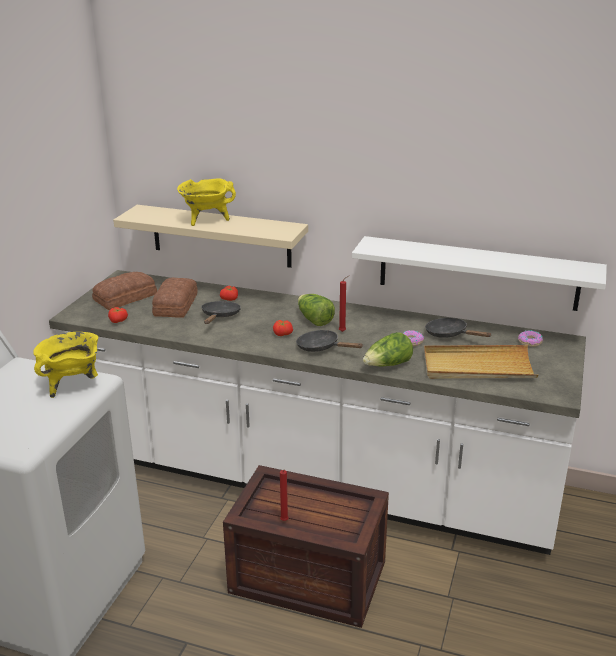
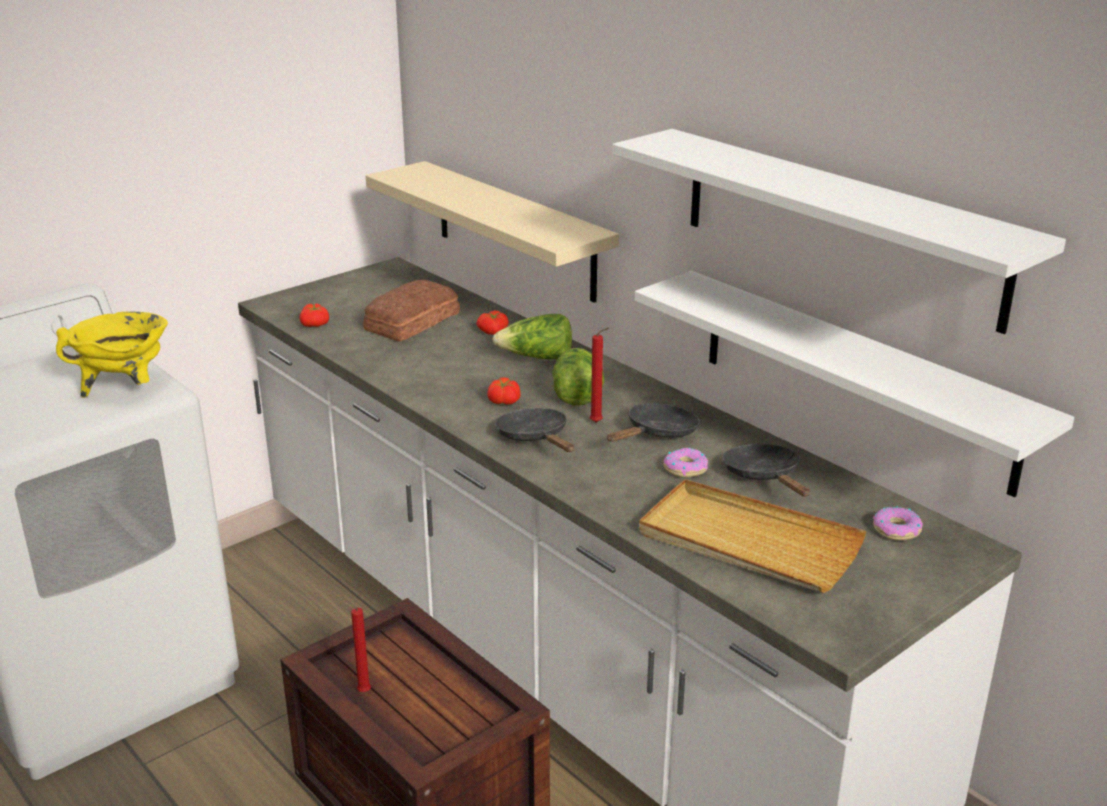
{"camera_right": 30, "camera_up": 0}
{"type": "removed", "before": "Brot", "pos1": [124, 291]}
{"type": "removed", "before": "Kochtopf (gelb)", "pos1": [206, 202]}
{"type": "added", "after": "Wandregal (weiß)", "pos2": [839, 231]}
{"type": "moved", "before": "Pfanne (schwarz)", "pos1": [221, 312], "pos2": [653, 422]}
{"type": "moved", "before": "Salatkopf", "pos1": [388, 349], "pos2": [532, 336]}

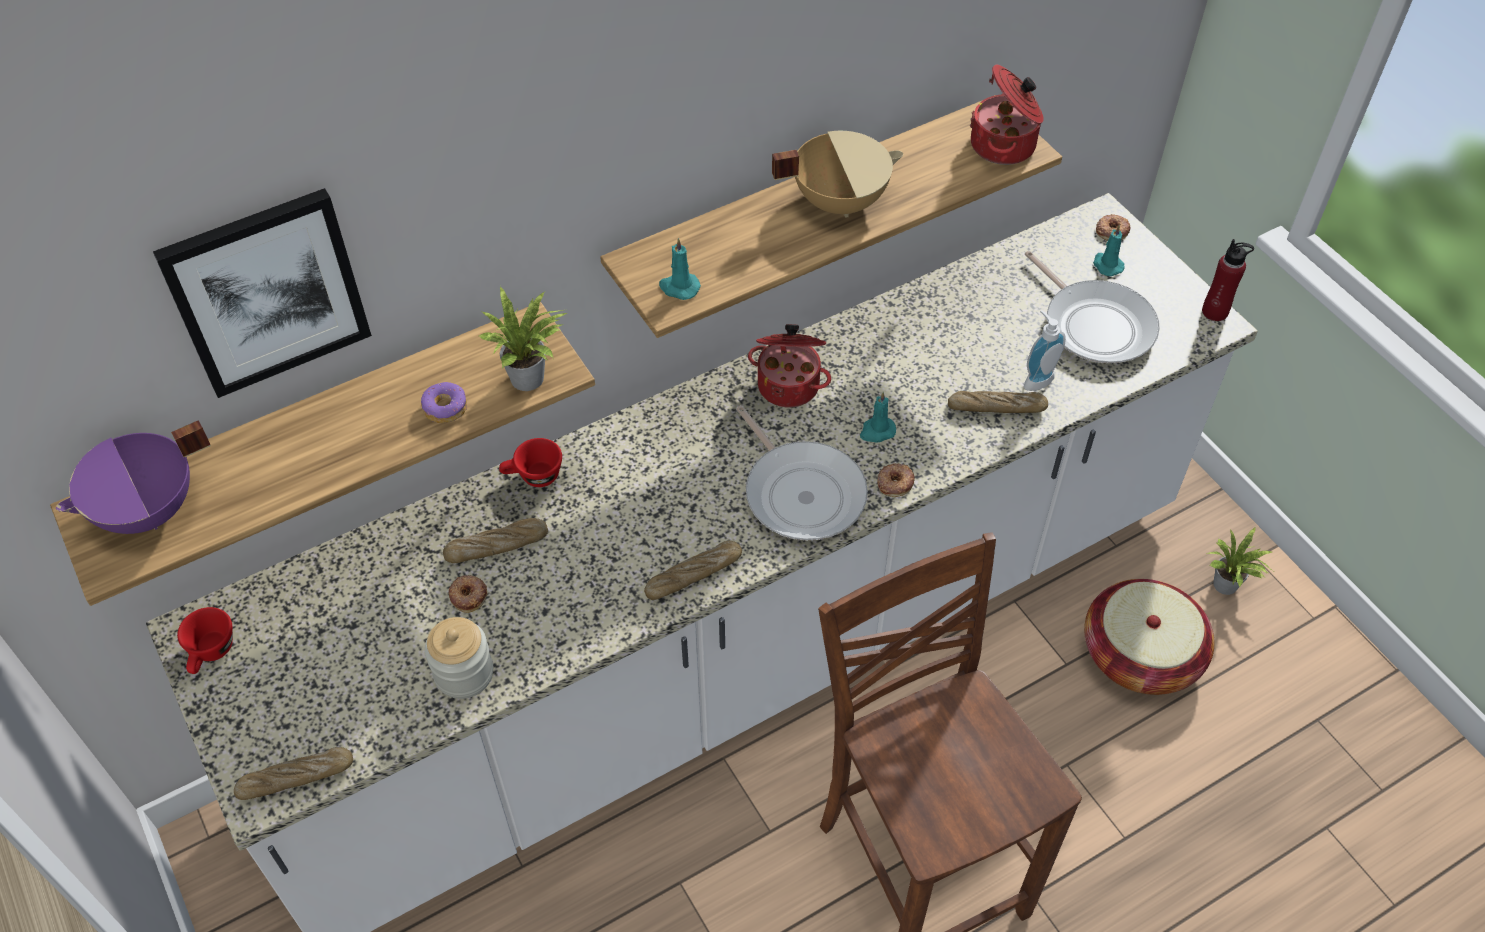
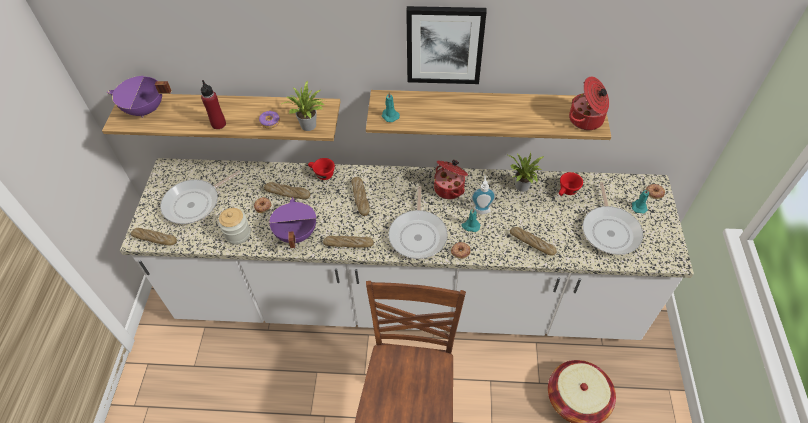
{"camera_right": 35, "camera_up": 0}
{"type": "removed", "before": "Kochtopf (beige)", "pos1": [837, 174]}
{"type": "added", "after": "Pfanne", "pos2": [200, 197]}
{"type": "added", "after": "Kochtopf (lila)", "pos2": [292, 222]}
{"type": "added", "after": "Brot", "pos2": [361, 196]}
{"type": "moved", "before": "Bild", "pos1": [262, 293], "pos2": [446, 45]}
{"type": "moved", "before": "Tasse (rot)", "pos1": [205, 640], "pos2": [571, 184]}
{"type": "moved", "before": "Seifenspender", "pos1": [1045, 350], "pos2": [483, 194]}
{"type": "moved", "before": "Flasche (rot)", "pos1": [1228, 280], "pos2": [213, 104]}
{"type": "moved", "before": "Topfpflanze", "pos1": [1240, 561], "pos2": [526, 172]}

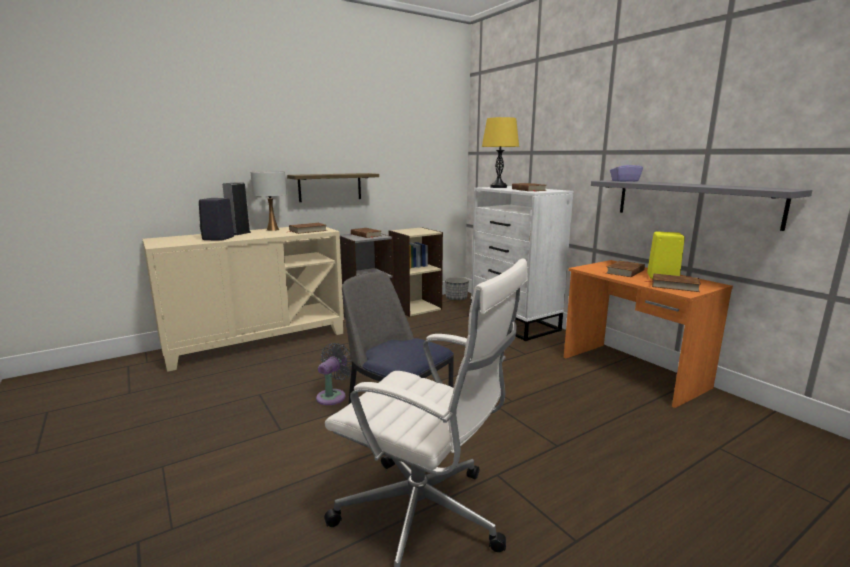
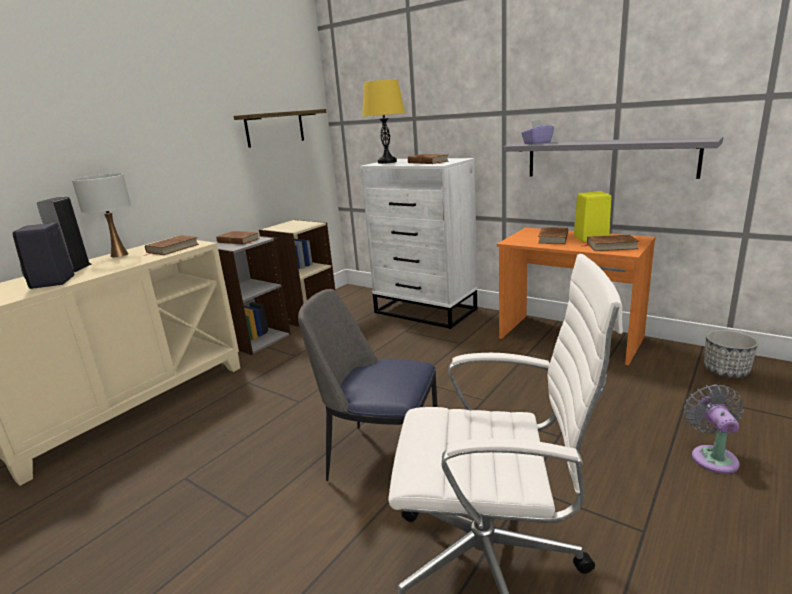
{"camera_right": -20, "camera_up": 5}
{"type": "moved", "before": "Wandregal", "pos1": [333, 187], "pos2": [280, 128]}
{"type": "moved", "before": "Ventilator (grau)", "pos1": [334, 374], "pos2": [714, 429]}
{"type": "moved", "before": "Pflanzkübel", "pos1": [457, 289], "pos2": [731, 354]}

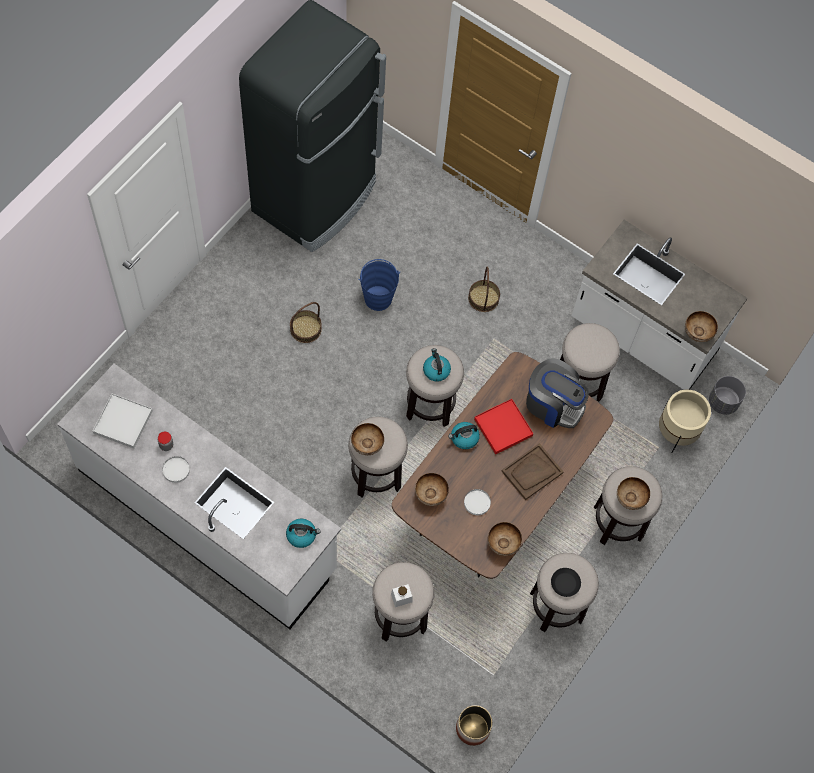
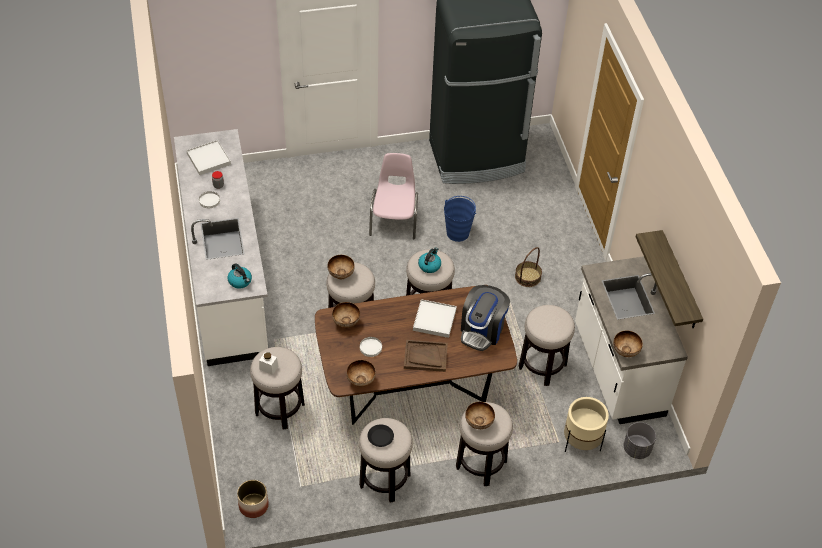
{"camera_right": 45, "camera_up": -15}
{"type": "removed", "before": "Wasserkessel", "pos1": [464, 435]}
{"type": "added", "after": "Wandregal", "pos2": [669, 279]}
{"type": "replaced", "before": "Korb", "after": "Stuhl (rosa)", "pos1": [306, 322], "pos2": [393, 196]}
{"type": "recoloured", "before": "Tablett (rot)", "after": "Tablett (weiß)", "pos1": [504, 426], "pos2": [435, 318]}
{"type": "turned", "before": "Kaffeemaschine", "pos1": [557, 393], "pos2": [485, 318], "turn": 45}

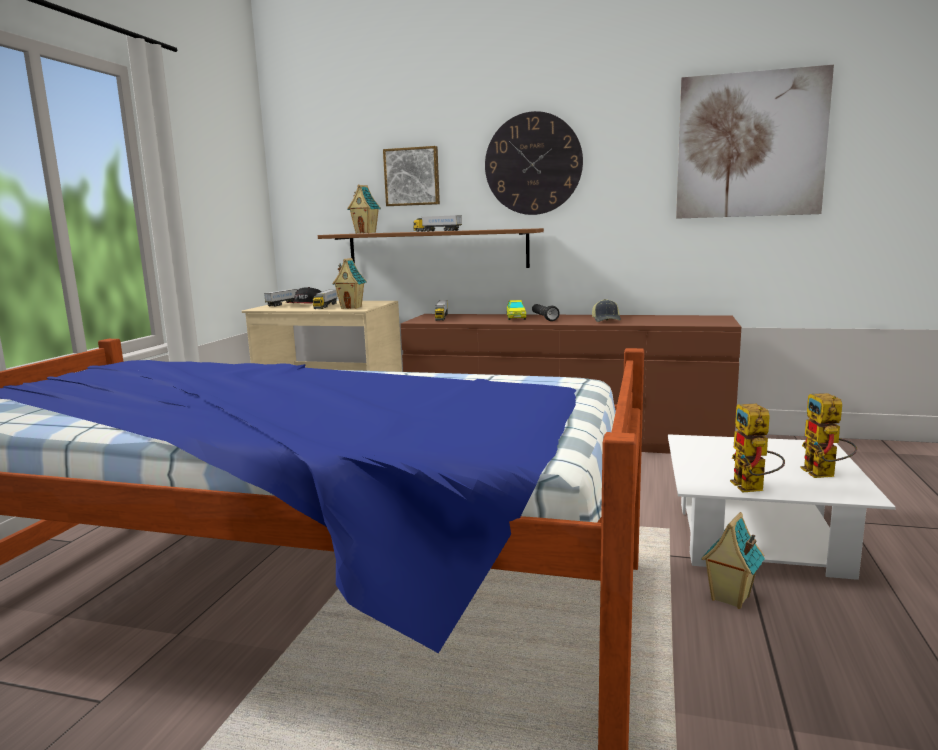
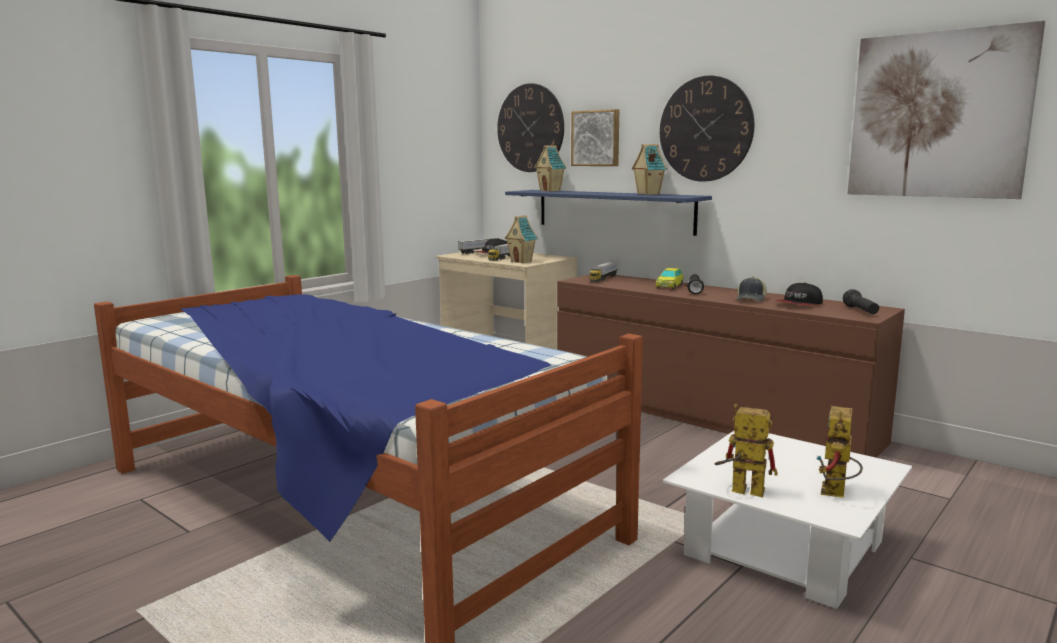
{"camera_right": 25, "camera_up": 0}
{"type": "removed", "before": "Spielzeuglaster", "pos1": [437, 223]}
{"type": "added", "after": "Wanduhr", "pos2": [530, 127]}
{"type": "added", "after": "Kappe", "pos2": [799, 294]}
{"type": "added", "after": "Taschenlampe (schwarz)", "pos2": [861, 301]}
{"type": "moved", "before": "Spielzeughaus", "pos1": [733, 560], "pos2": [649, 169]}
{"type": "recoloured", "before": "Wandregal (braun)", "after": "Wandregal (blau)", "pos1": [431, 248], "pos2": [608, 213]}
{"type": "turned", "before": "Spielzeugroboter", "pos1": [757, 448], "pos2": [746, 450], "turn": 90}

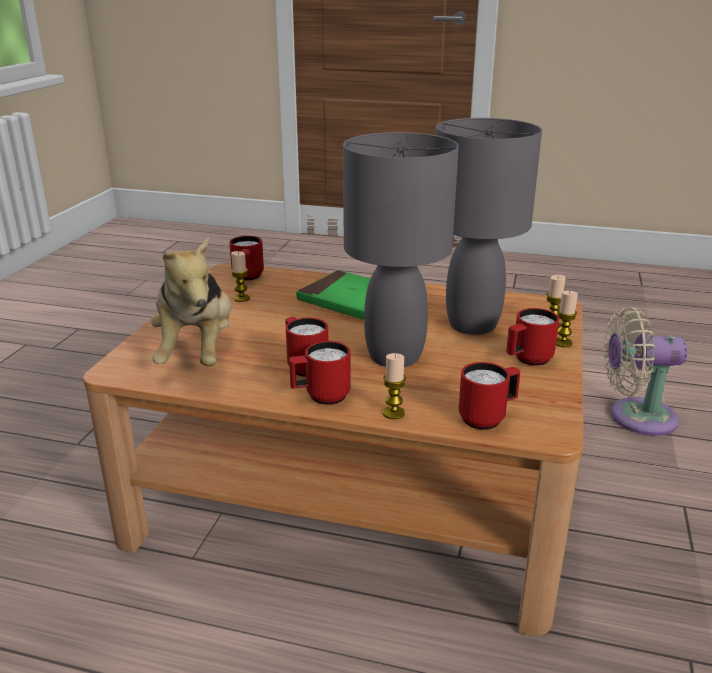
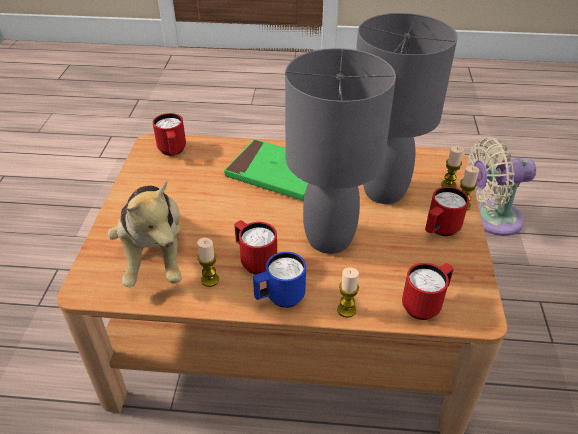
{"camera_right": -10, "camera_up": 15}
{"type": "moved", "before": "Kerze", "pos1": [240, 276], "pos2": [208, 262]}
{"type": "recoloured", "before": "Henkelbecher (rot)", "after": "Henkelbecher (blau)", "pos1": [320, 373], "pos2": [279, 280]}

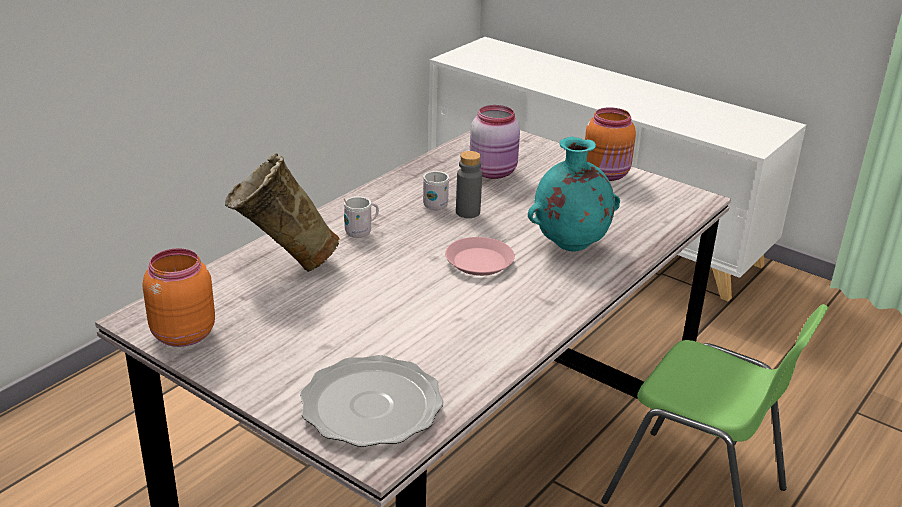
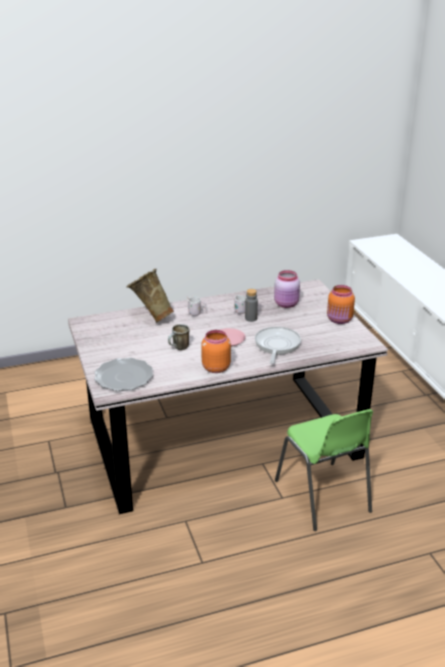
{"camera_right": 35, "camera_up": 0}
{"type": "added", "after": "Henkelbecher", "pos2": [179, 337]}
{"type": "moved", "before": "Vorratsglas (orange)", "pos1": [178, 297], "pos2": [216, 351]}
{"type": "replaced", "before": "Vase (türkis)", "after": "Pfanne", "pos1": [574, 194], "pos2": [278, 345]}

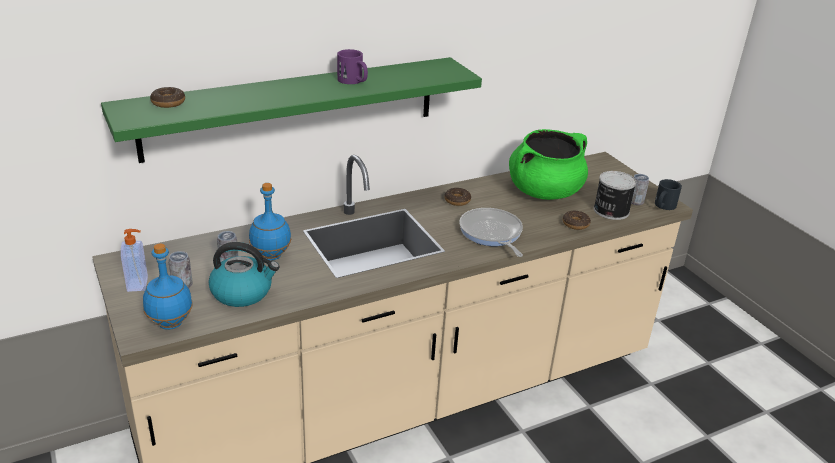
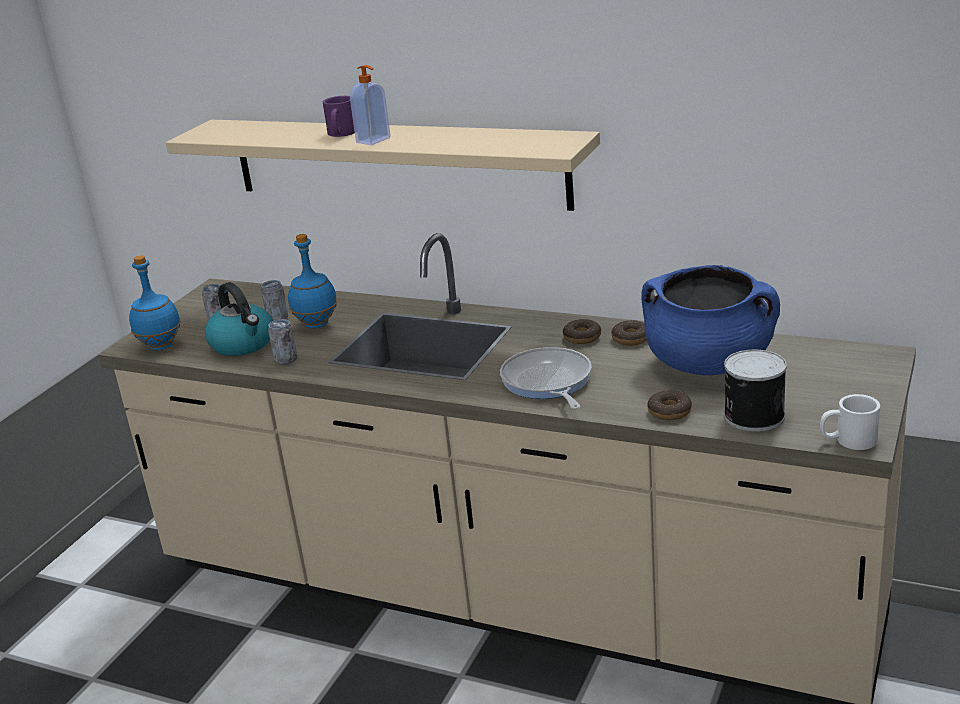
{"camera_right": 55, "camera_up": -5}
{"type": "moved", "before": "Seifenspender", "pos1": [134, 260], "pos2": [370, 105]}
{"type": "moved", "before": "Donut", "pos1": [167, 97], "pos2": [629, 333]}
{"type": "moved", "before": "Henkelbecher (lila)", "pos1": [352, 66], "pos2": [339, 116]}
{"type": "moved", "before": "Dose", "pos1": [640, 189], "pos2": [282, 342]}
{"type": "recoloured", "before": "Wandregal (grün)", "after": "Wandregal (beige)", "pos1": [291, 110], "pos2": [383, 165]}
{"type": "recoloured", "before": "Kochtopf (grün)", "after": "Kochtopf (blau)", "pos1": [548, 164], "pos2": [710, 320]}
{"type": "recoloured", "before": "Henkelbecher (schwarz)", "after": "Henkelbecher (weiß)", "pos1": [668, 194], "pos2": [850, 422]}
{"type": "turned", "before": "Pfanne", "pos1": [491, 232], "pos2": [546, 378], "turn": -45}

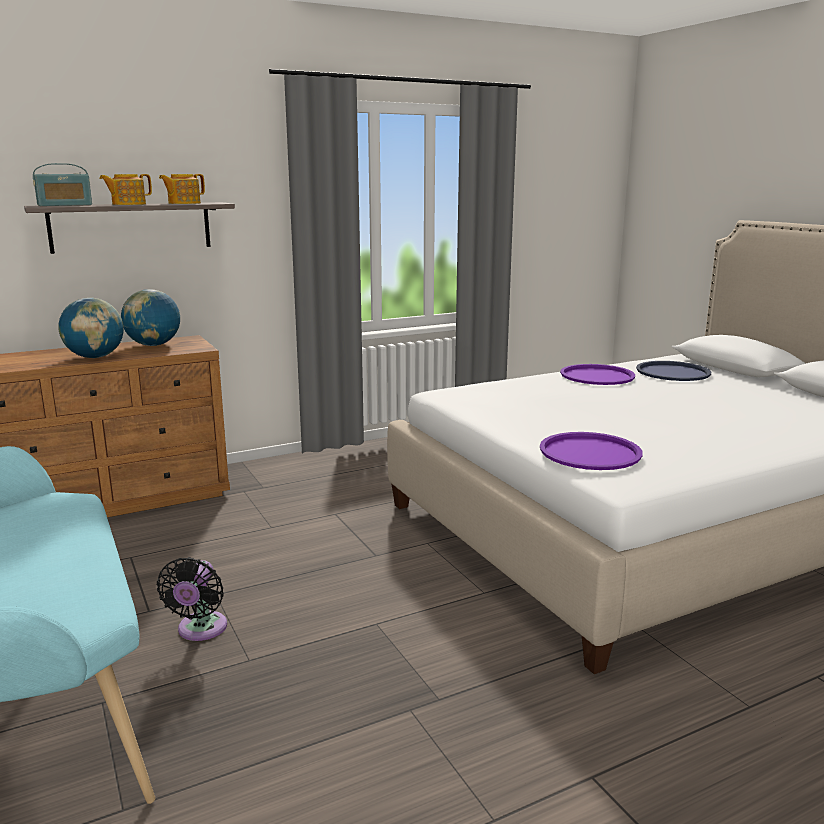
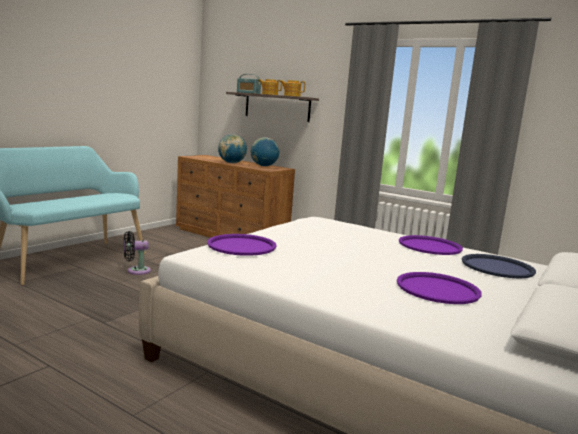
{"camera_right": 60, "camera_up": -5}
{"type": "added", "after": "Tablett (lila)", "pos2": [439, 288]}

